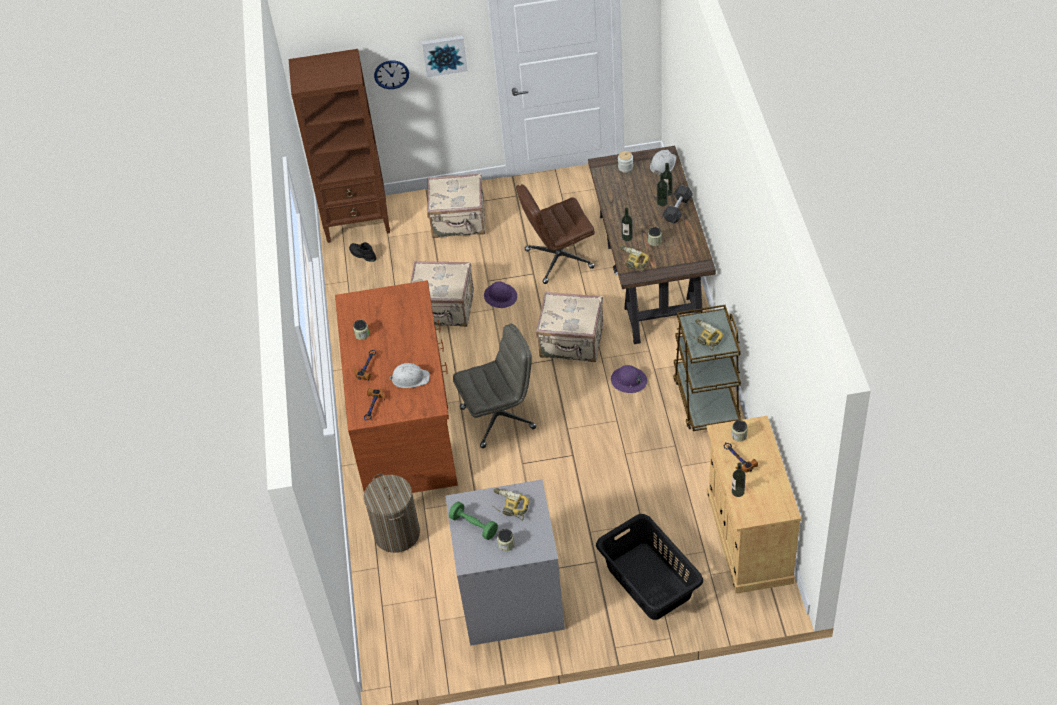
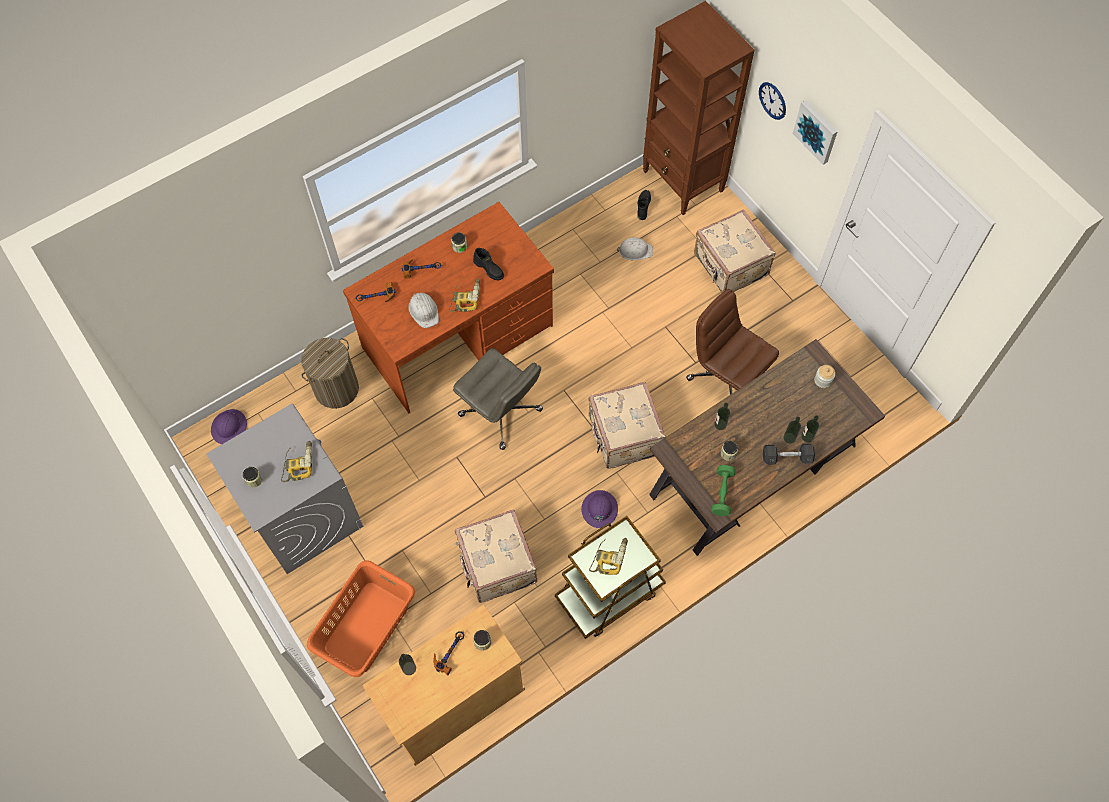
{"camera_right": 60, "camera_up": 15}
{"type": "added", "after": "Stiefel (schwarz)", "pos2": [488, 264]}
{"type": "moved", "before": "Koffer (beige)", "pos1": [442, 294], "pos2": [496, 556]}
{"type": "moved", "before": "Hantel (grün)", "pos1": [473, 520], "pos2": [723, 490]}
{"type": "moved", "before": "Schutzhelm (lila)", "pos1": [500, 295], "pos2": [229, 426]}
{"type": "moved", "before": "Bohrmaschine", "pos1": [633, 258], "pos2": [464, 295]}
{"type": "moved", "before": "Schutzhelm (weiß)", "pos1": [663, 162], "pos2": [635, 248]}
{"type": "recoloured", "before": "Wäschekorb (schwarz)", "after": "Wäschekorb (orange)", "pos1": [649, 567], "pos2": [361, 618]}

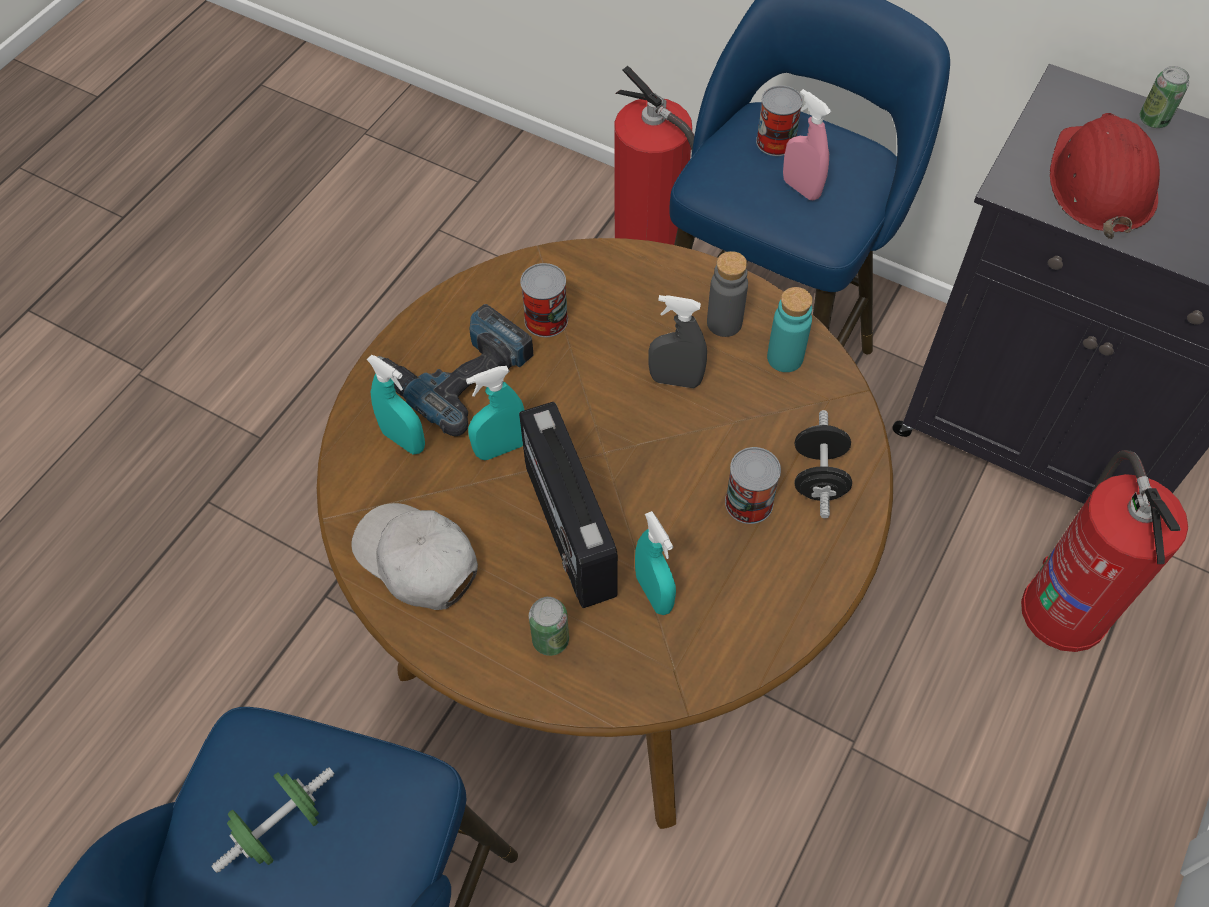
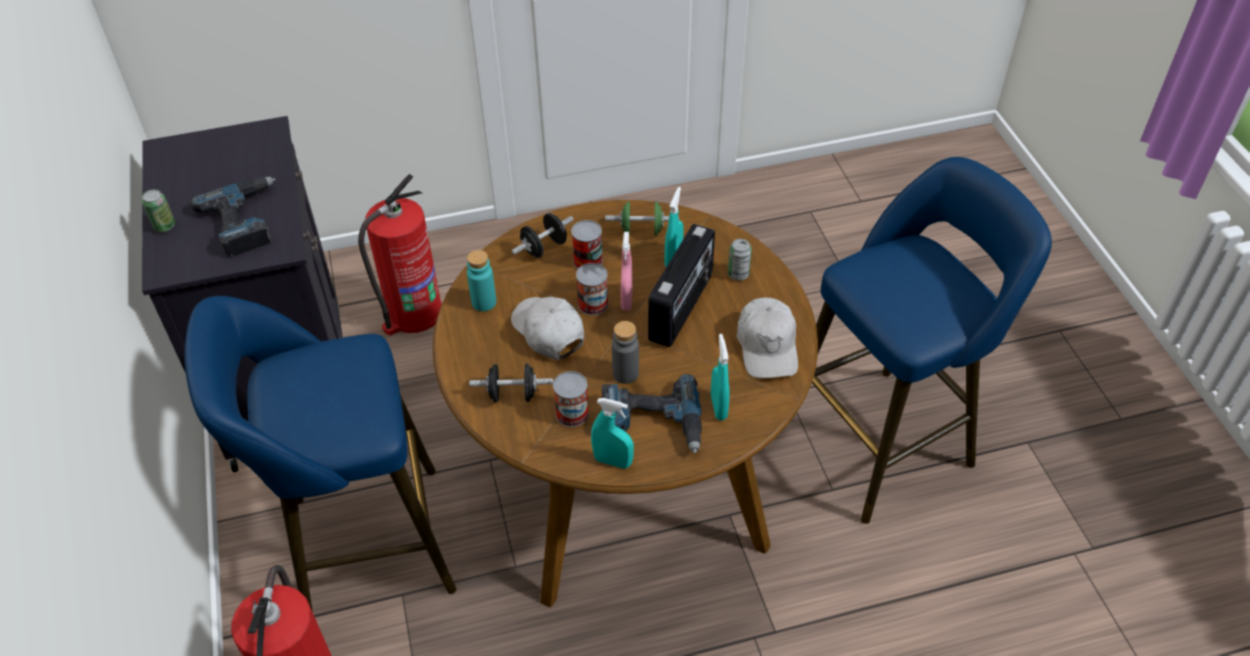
{"camera_right": -135, "camera_up": -10}
{"type": "added", "after": "Hantel (schwarz)", "pos2": [511, 383]}
{"type": "moved", "before": "Hantel (grün)", "pos1": [272, 820], "pos2": [642, 219]}
{"type": "moved", "before": "Sprühflasche (türkis)", "pos1": [495, 413], "pos2": [612, 433]}
{"type": "moved", "before": "Flasche (grau)", "pos1": [727, 294], "pos2": [625, 352]}
{"type": "moved", "before": "Dose", "pos1": [779, 120], "pos2": [592, 289]}
{"type": "moved", "before": "Sprühflasche (rosa)", "pos1": [807, 144], "pos2": [627, 271]}
{"type": "replaced", "before": "Sprühflasche (grau)", "after": "Kappe (weiß)", "pos1": [677, 341], "pos2": [547, 328]}
{"type": "replaced", "before": "Schutzhelm (rot)", "after": "Bohrmaschine", "pos1": [1105, 176], "pos2": [233, 217]}

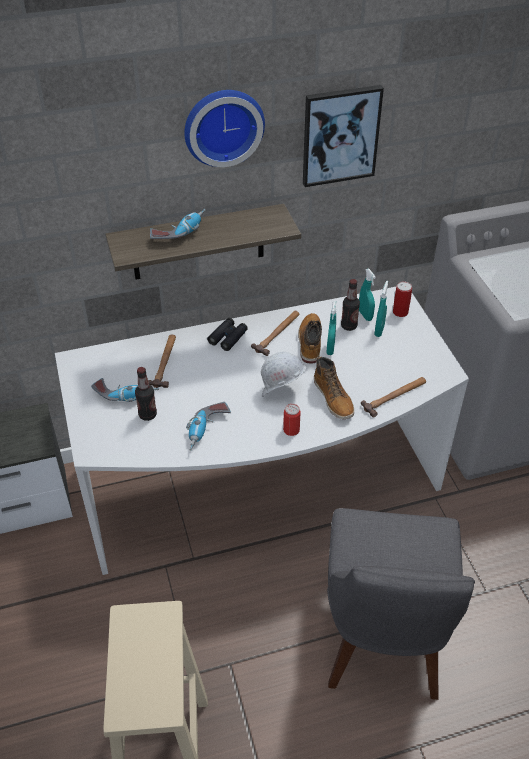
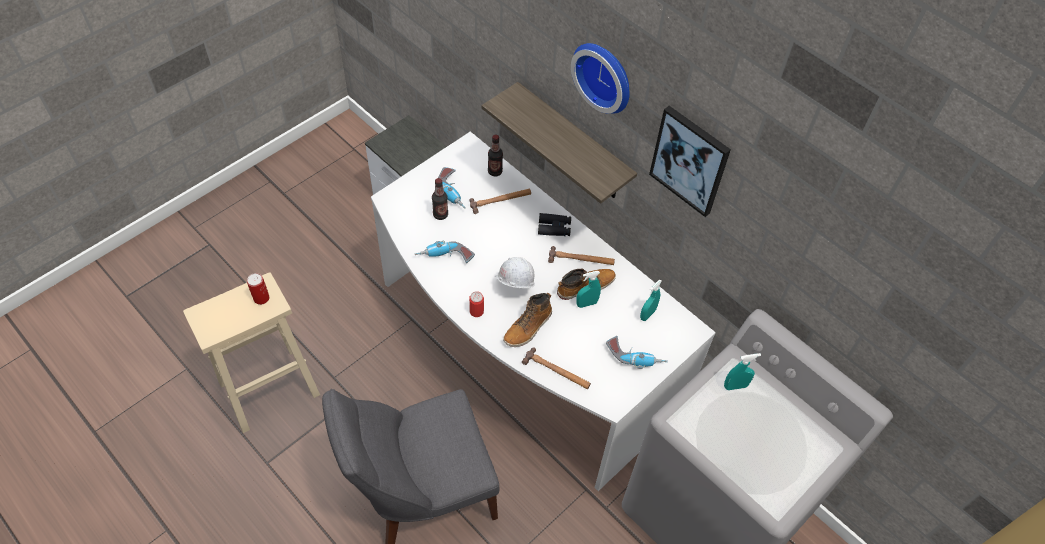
{"camera_right": 60, "camera_up": 10}
{"type": "moved", "before": "Bohrmaschine", "pos1": [178, 224], "pos2": [637, 352]}
{"type": "moved", "before": "Flasche", "pos1": [350, 305], "pos2": [495, 155]}
{"type": "moved", "before": "Sprühflasche (türkis)", "pos1": [381, 309], "pos2": [742, 371]}
{"type": "moved", "before": "Dose", "pos1": [402, 299], "pos2": [258, 289]}

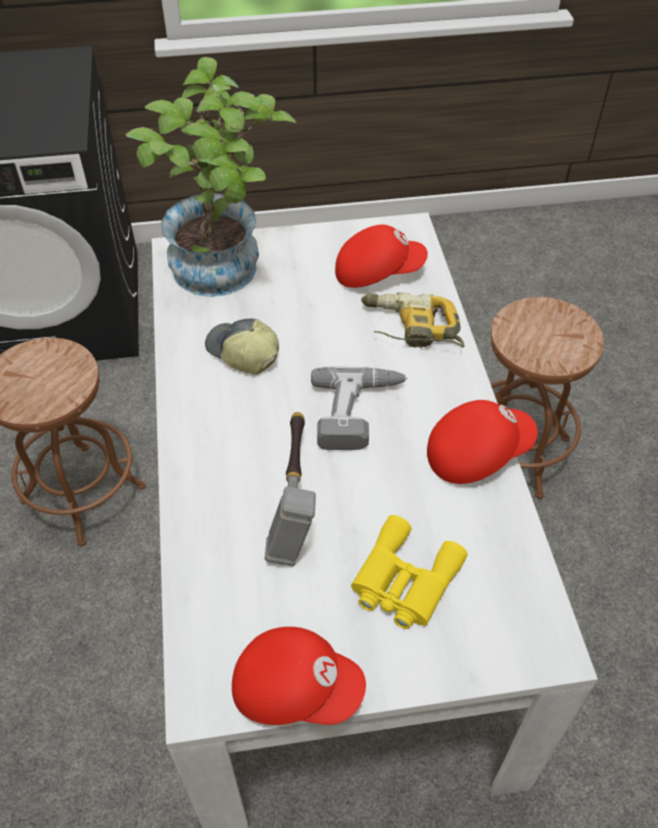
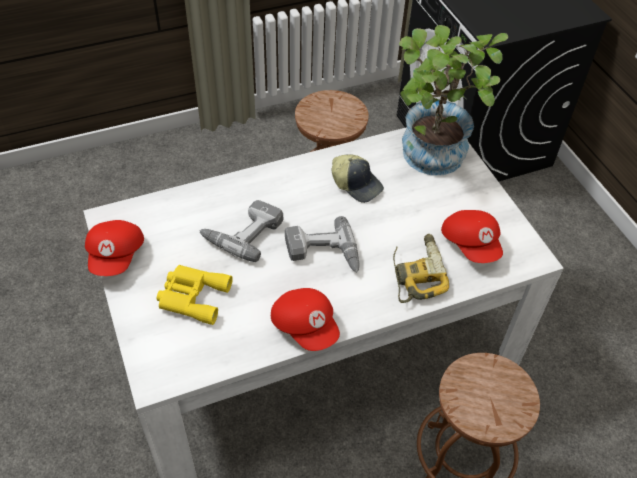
{"camera_right": 75, "camera_up": 0}
{"type": "replaced", "before": "Hammer", "after": "Bohrmaschine", "pos1": [290, 489], "pos2": [241, 231]}
{"type": "turned", "before": "Kappe", "pos1": [242, 347], "pos2": [358, 178], "turn": 105}

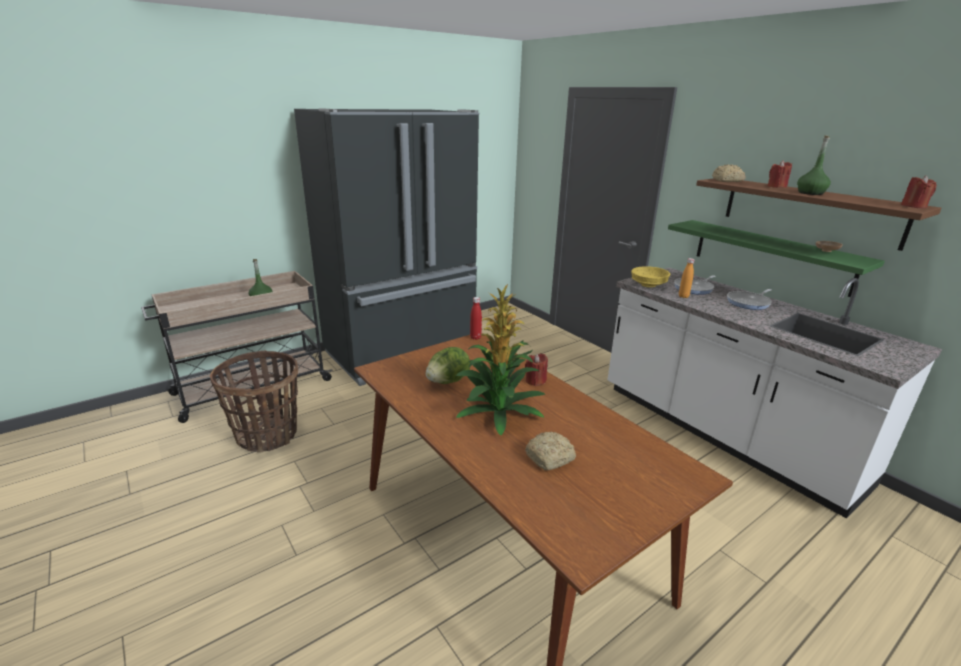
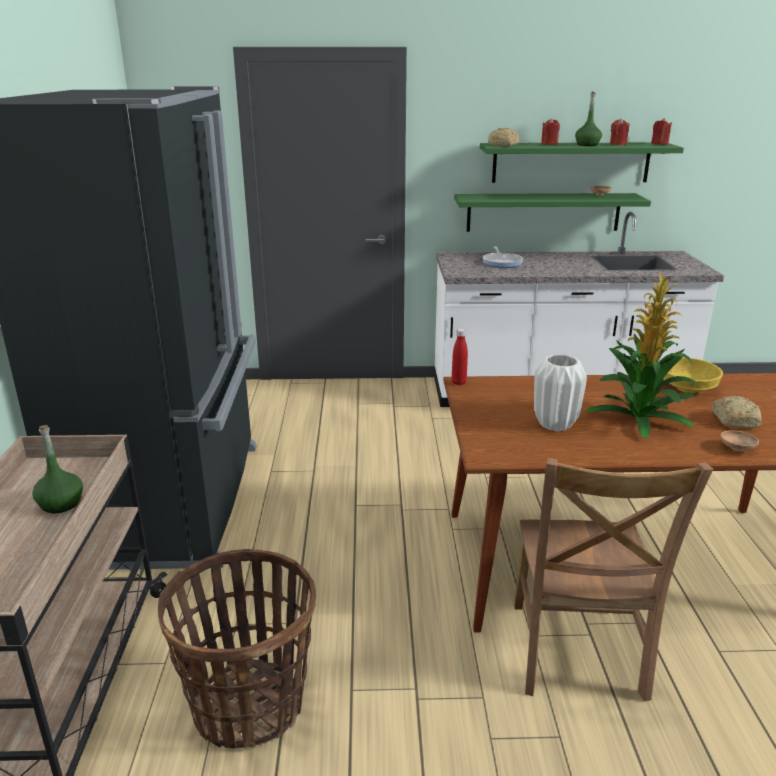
{"camera_right": -55, "camera_up": 0}
{"type": "removed", "before": "Flasche (orange)", "pos1": [686, 278]}
{"type": "removed", "before": "Pfanne", "pos1": [749, 299]}
{"type": "added", "after": "Stuhl (braun)", "pos2": [613, 580]}
{"type": "added", "after": "Schüssel (braun)", "pos2": [739, 441]}
{"type": "moved", "before": "Kerze (rot)", "pos1": [536, 369], "pos2": [619, 131]}
{"type": "moved", "before": "Schüssel (gelb)", "pos1": [650, 277], "pos2": [693, 375]}
{"type": "replaced", "before": "Salatkopf", "after": "Vase (weiß)", "pos1": [448, 365], "pos2": [560, 392]}
{"type": "recoloured", "before": "Wandregal (braun)", "after": "Wandregal (grün)", "pos1": [818, 214], "pos2": [582, 162]}

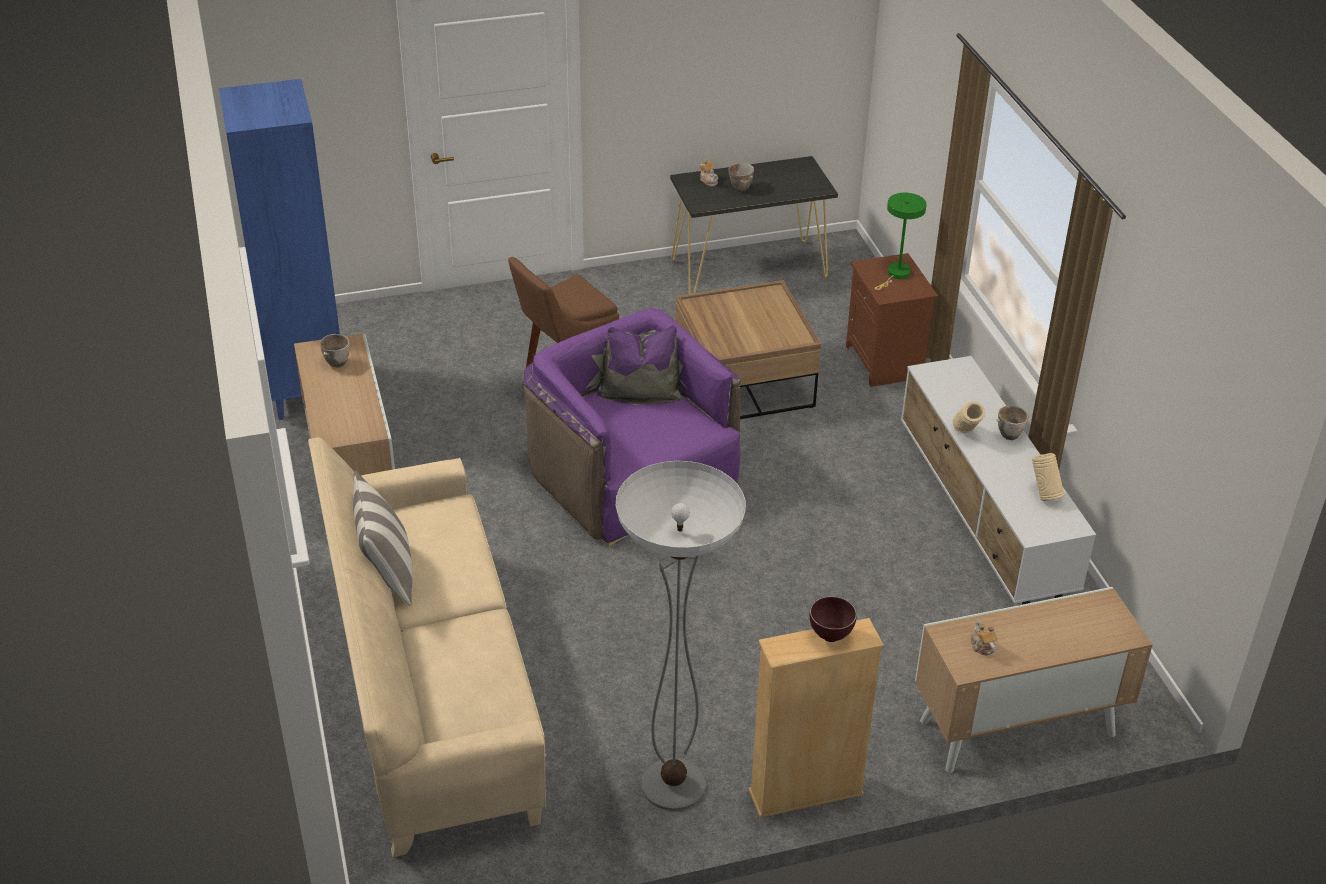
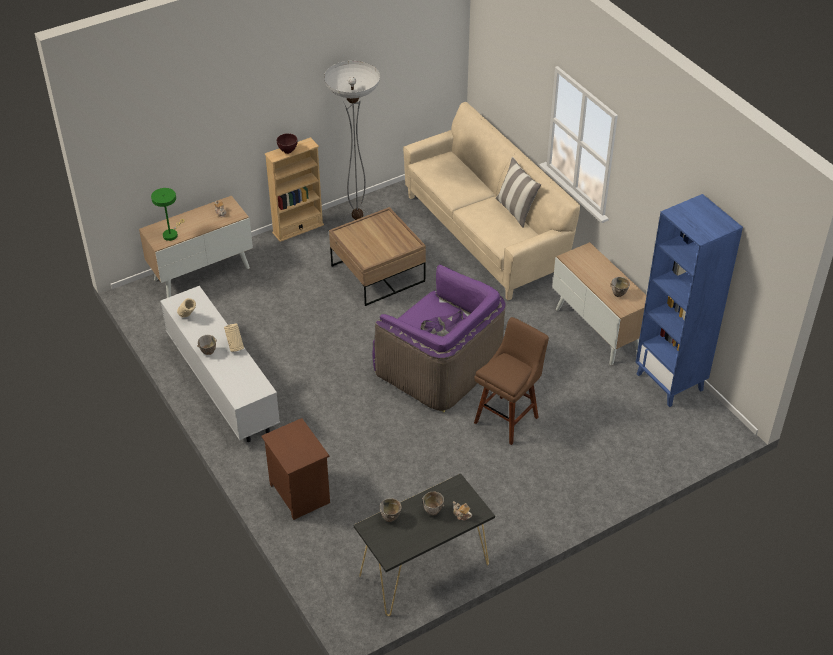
{"camera_right": 165, "camera_up": 5}
{"type": "added", "after": "Schüssel", "pos2": [391, 510]}
{"type": "moved", "before": "Couchtisch (braun)", "pos1": [748, 349], "pos2": [377, 256]}
{"type": "moved", "before": "Tischlampe (grün)", "pos1": [901, 241], "pos2": [168, 214]}

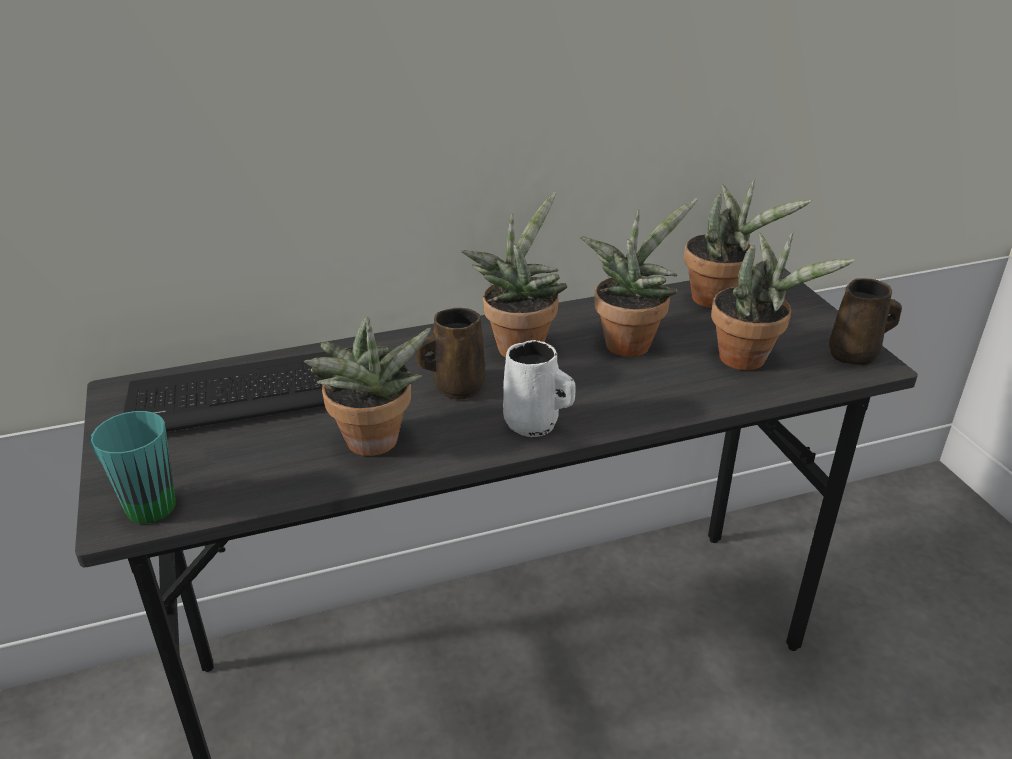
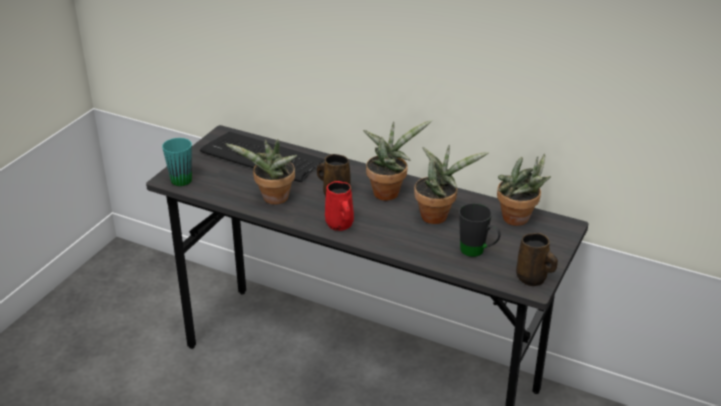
{"camera_right": 45, "camera_up": 0}
{"type": "replaced", "before": "Topfpflanze", "after": "Henkelbecher (schwarz)", "pos1": [783, 300], "pos2": [480, 230]}
{"type": "recoloured", "before": "Henkelbecher (weiß)", "after": "Henkelbecher (rot)", "pos1": [539, 388], "pos2": [339, 206]}

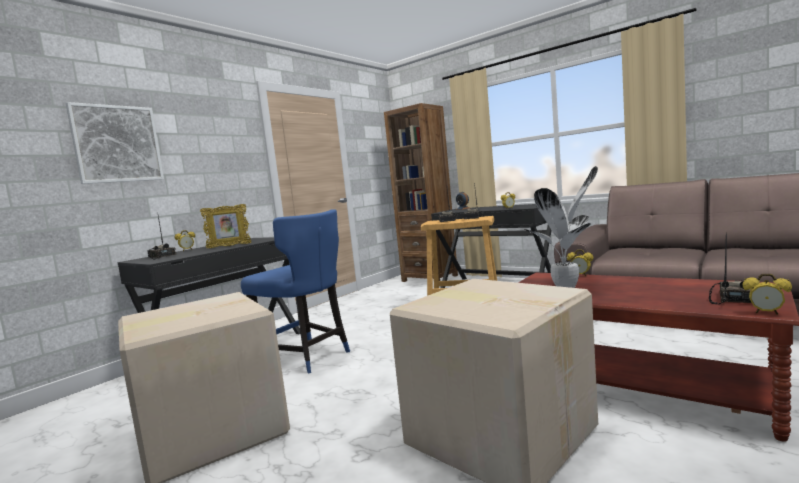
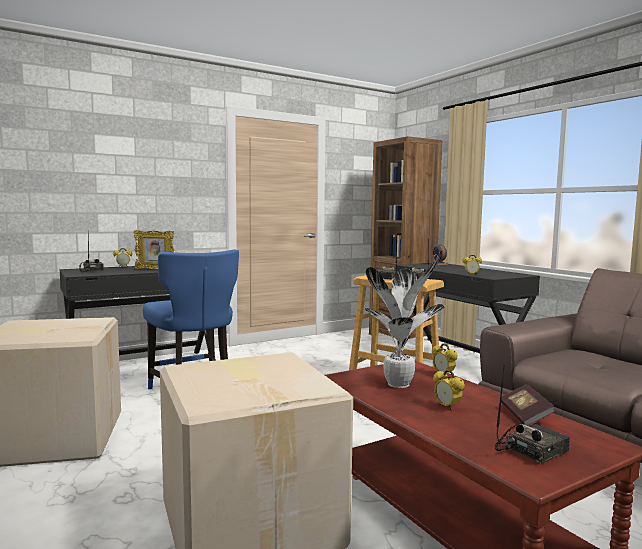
{"camera_right": 20, "camera_up": 0}
{"type": "removed", "before": "Bild", "pos1": [115, 143]}
{"type": "added", "after": "Buch", "pos2": [528, 405]}
{"type": "moved", "before": "Wecker", "pos1": [767, 294], "pos2": [449, 390]}

